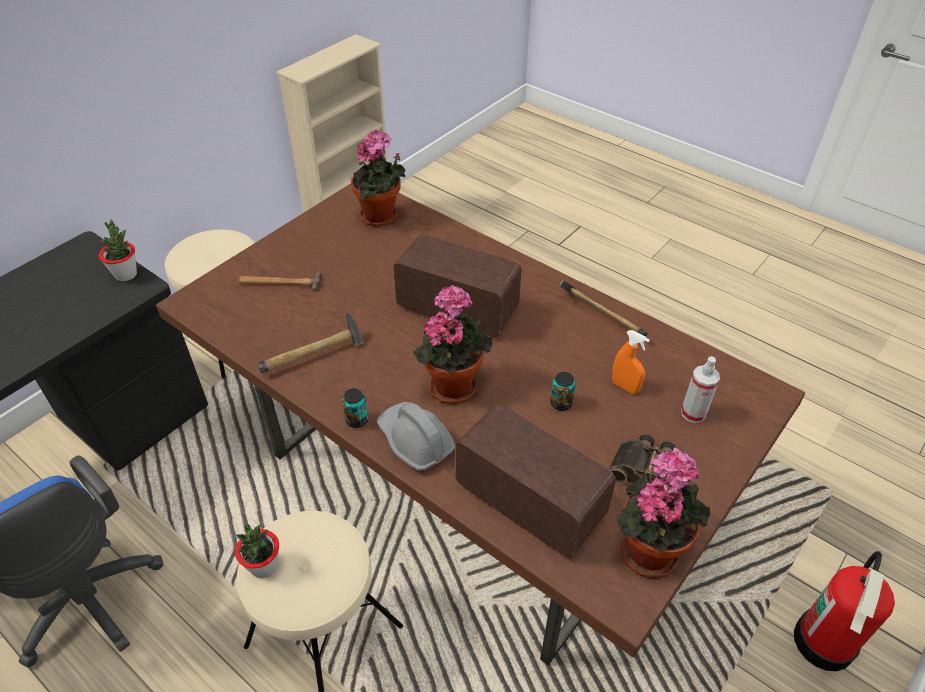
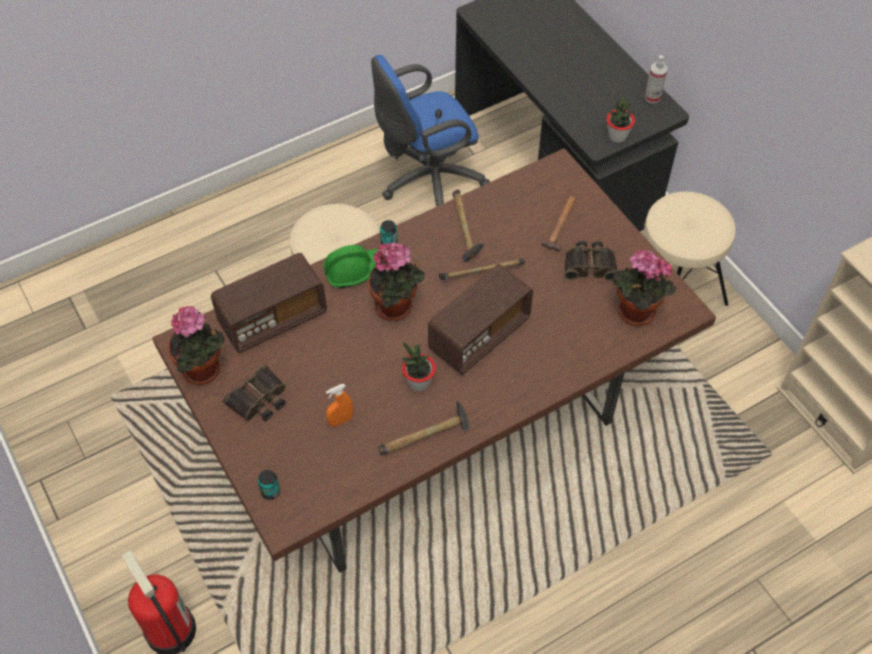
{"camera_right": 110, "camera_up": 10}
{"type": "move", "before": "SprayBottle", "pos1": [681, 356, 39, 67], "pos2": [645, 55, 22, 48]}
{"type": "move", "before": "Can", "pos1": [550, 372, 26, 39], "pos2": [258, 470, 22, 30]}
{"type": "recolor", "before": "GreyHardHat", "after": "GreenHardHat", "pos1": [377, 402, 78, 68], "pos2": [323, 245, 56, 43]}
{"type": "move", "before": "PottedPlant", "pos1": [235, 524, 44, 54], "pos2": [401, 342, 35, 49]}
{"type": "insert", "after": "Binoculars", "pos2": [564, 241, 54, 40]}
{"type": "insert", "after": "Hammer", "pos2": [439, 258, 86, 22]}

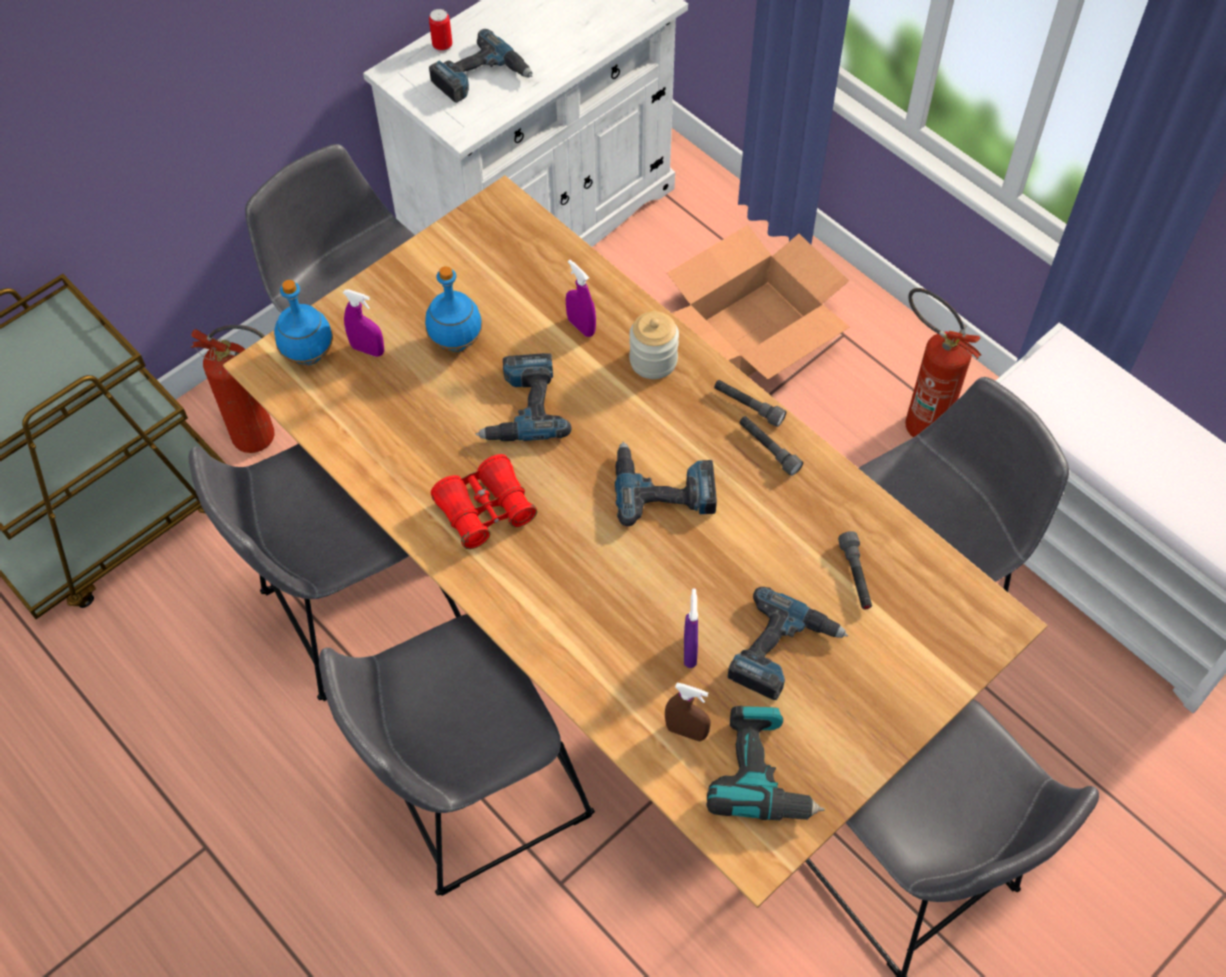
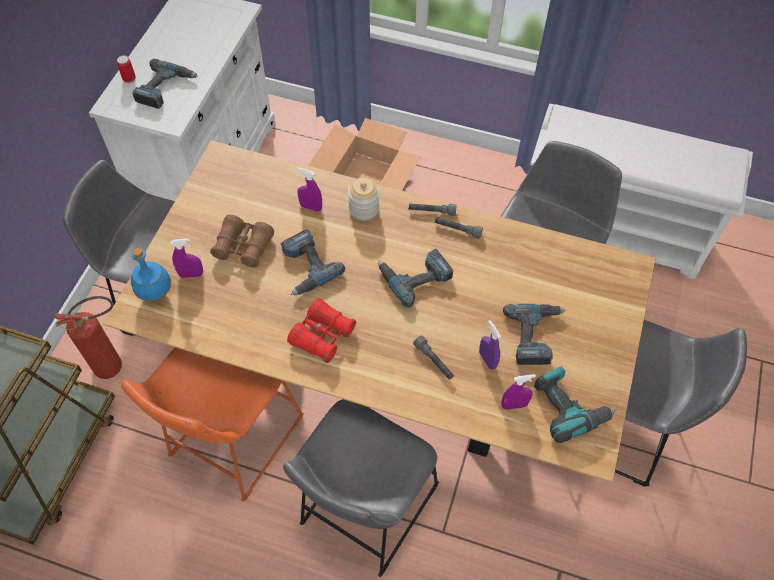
{"camera_right": -30, "camera_up": 0}
{"type": "replace", "before": "BlueBottle", "after": "BrownBinoculars", "pos1": [425, 266, 57, 86], "pos2": [210, 215, 64, 53]}
{"type": "delete", "before": "FireExtinguisher", "pos1": [905, 288, 77, 150]}
{"type": "recolor", "before": "GreyStool", "after": "OrangeStool", "pos1": [189, 444, 272, 257], "pos2": [121, 347, 183, 155]}
{"type": "move", "before": "GreyFlashlight", "pos1": [838, 531, 34, 78], "pos2": [413, 336, 41, 44]}
{"type": "recolor", "before": "BrownSprayBottle", "after": "PurpleSprayBottle", "pos1": [665, 683, 46, 58], "pos2": [502, 374, 34, 36]}

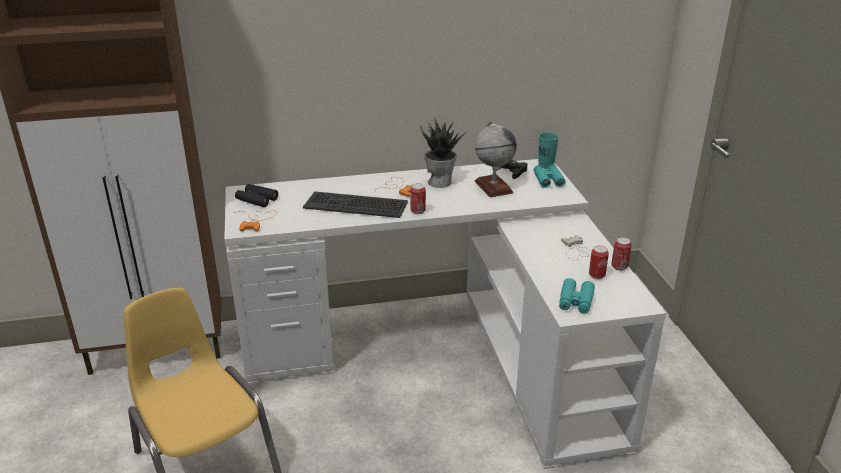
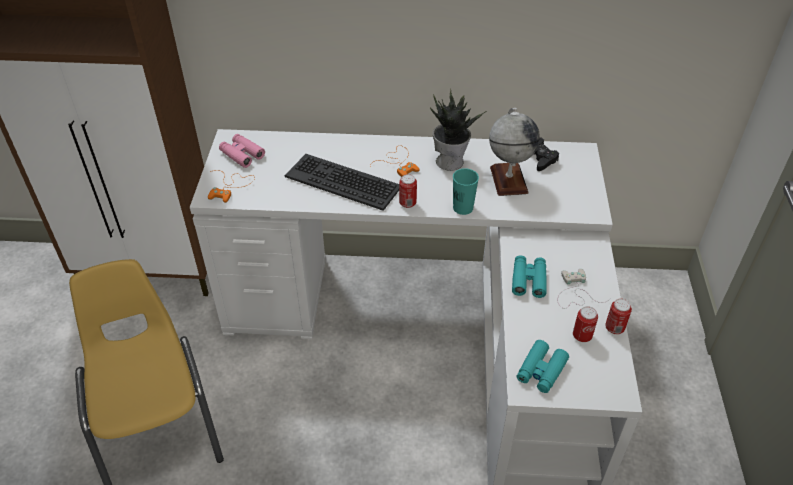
{"camera_right": 15, "camera_up": 15}
{"type": "move", "before": "TurquoiseCup", "pos1": [538, 132, 21, 37], "pos2": [453, 168, 26, 47]}
{"type": "move", "before": "TurquoiseBinoculars", "pos1": [534, 165, 32, 23], "pos2": [512, 255, 35, 43]}
{"type": "recolor", "before": "BlackBinoculars", "after": "PinkBinoculars", "pos1": [235, 184, 43, 23], "pos2": [219, 134, 46, 34]}

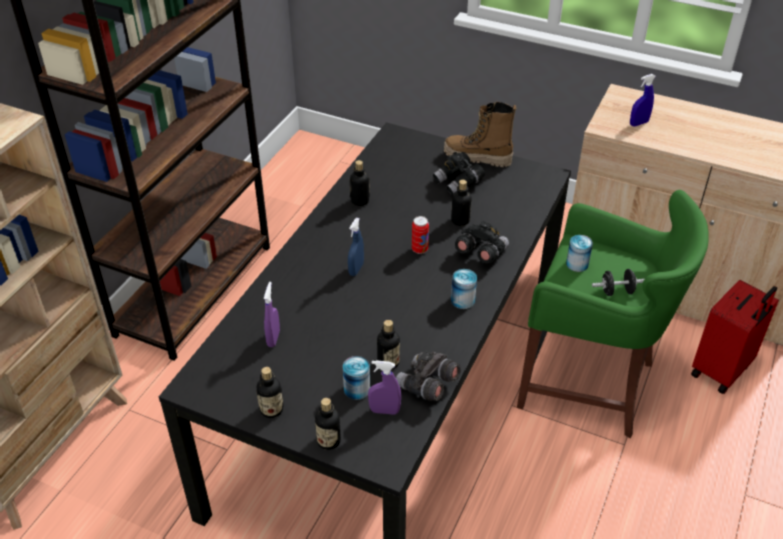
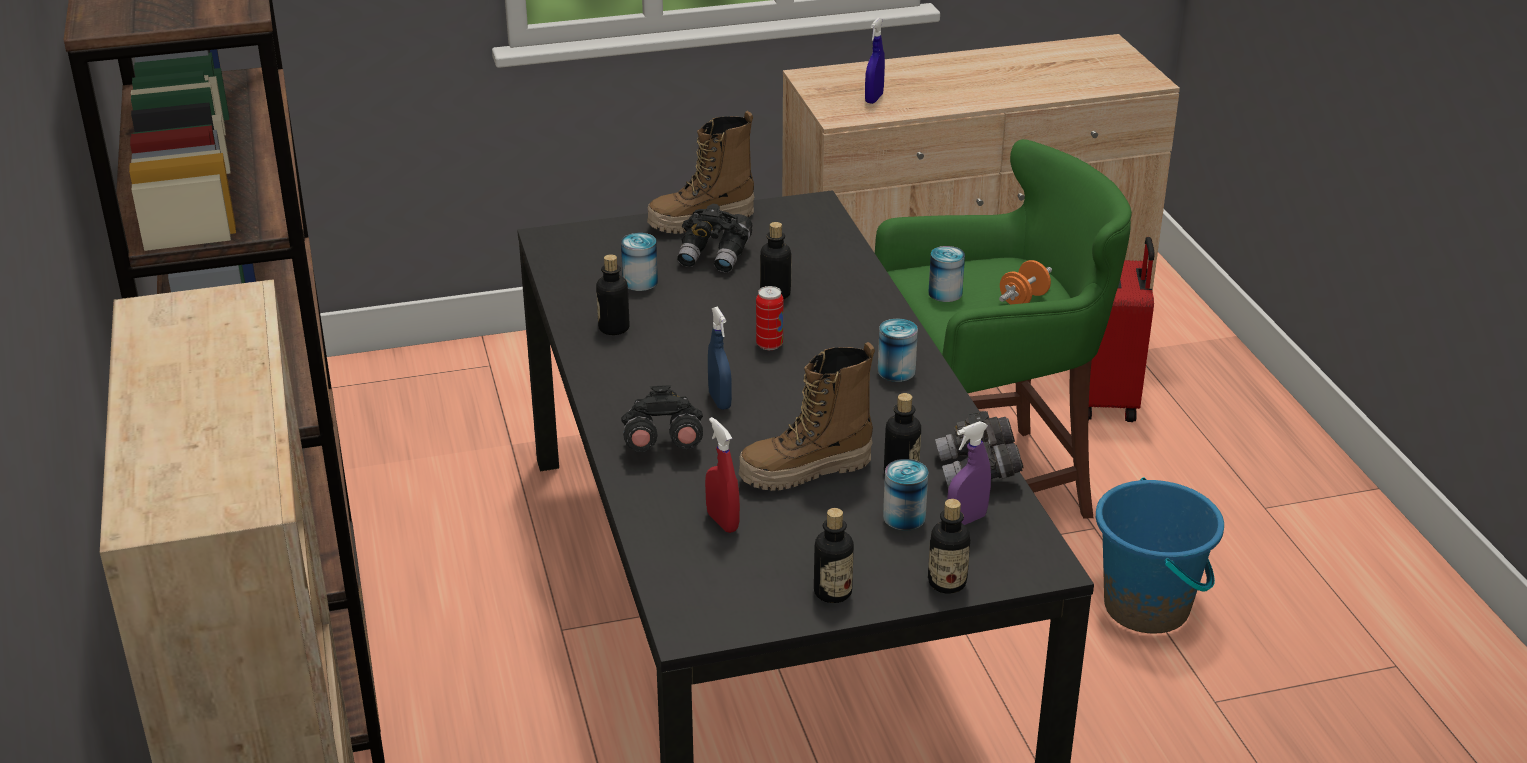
{"camera_right": -40, "camera_up": -10}
{"type": "move", "before": "BlackBinoculars", "pos1": [455, 221, 54, 42], "pos2": [621, 385, 82, 67]}
{"type": "recolor", "before": "BlackDumbbell", "after": "OrangeDumbbell", "pos1": [592, 269, 53, 27], "pos2": [999, 260, 53, 45]}
{"type": "recolor", "before": "PurpleSprayBottle", "after": "RedSprayBottle", "pos1": [264, 282, 16, 65], "pos2": [705, 417, 35, 116]}
{"type": "insert", "after": "Can", "pos2": [621, 233, 37, 58]}
{"type": "insert", "after": "Boot", "pos2": [738, 342, 137, 149]}
{"type": "insert", "after": "BlueBucket", "pos2": [1096, 477, 128, 157]}

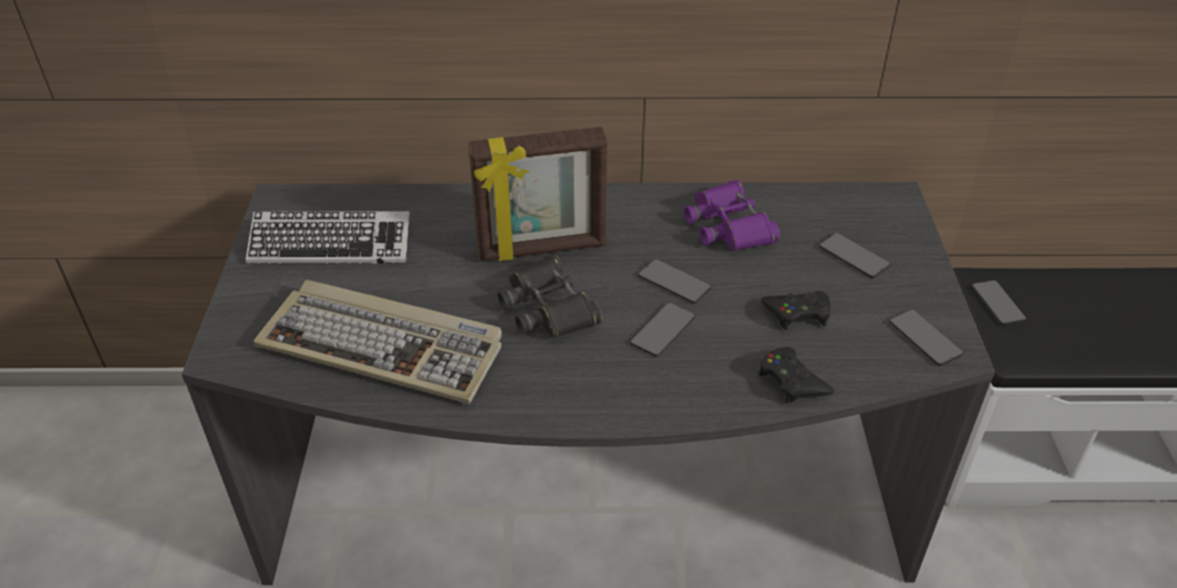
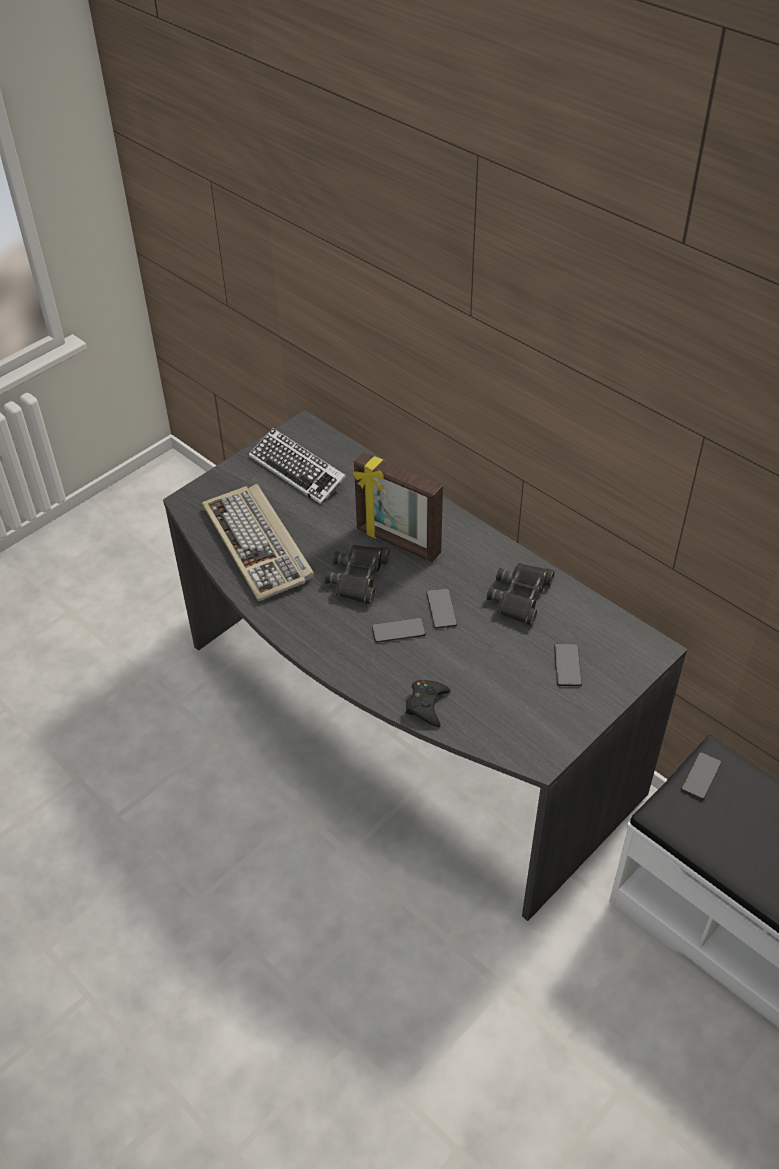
{"camera_right": 45, "camera_up": 5}
{"type": "recolor", "before": "PurpleBinoculars", "after": "BlackBinoculars", "pos1": [684, 180, 96, 71], "pos2": [487, 563, 68, 63]}
{"type": "delete", "before": "BlackGameController", "pos1": [761, 291, 69, 39]}
{"type": "delete", "before": "Phone", "pos1": [889, 309, 75, 57]}

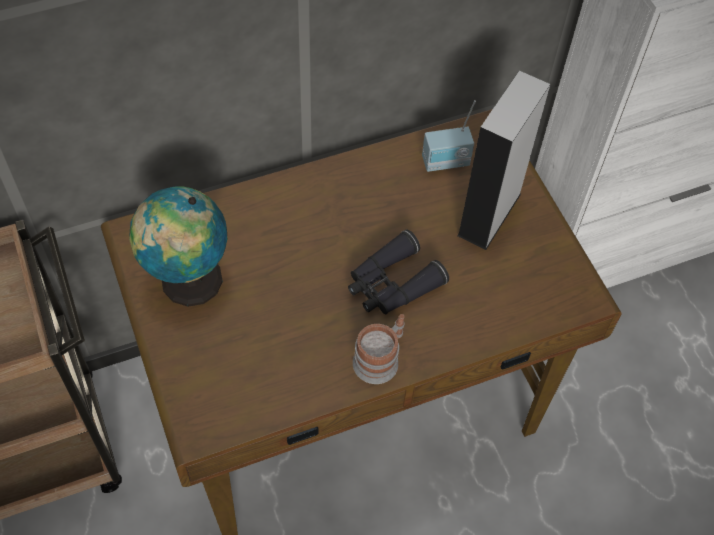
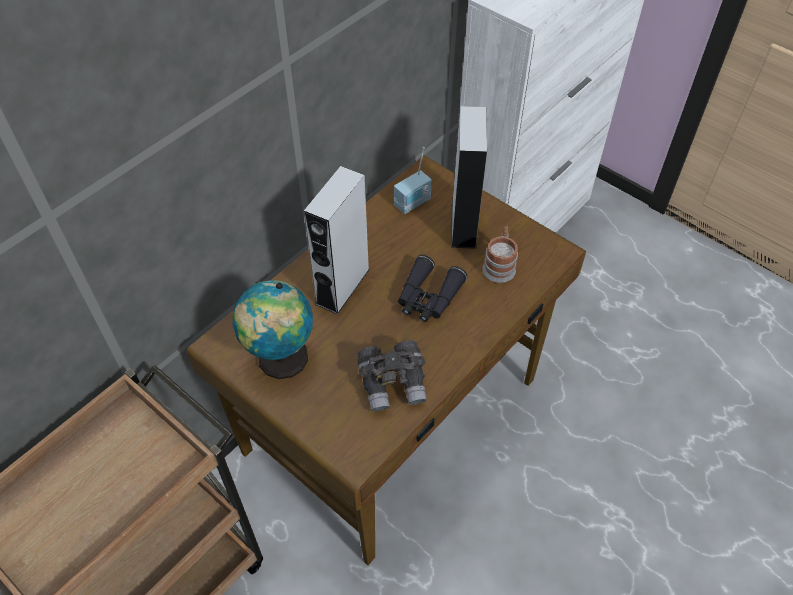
{"camera_right": -25, "camera_up": -5}
{"type": "move", "before": "Mug", "pos1": [353, 314, 52, 70], "pos2": [482, 226, 36, 57]}
{"type": "insert", "after": "GreySpeaker", "pos2": [304, 166, 66, 149]}
{"type": "insert", "after": "GreyBinoculars", "pos2": [358, 340, 69, 72]}

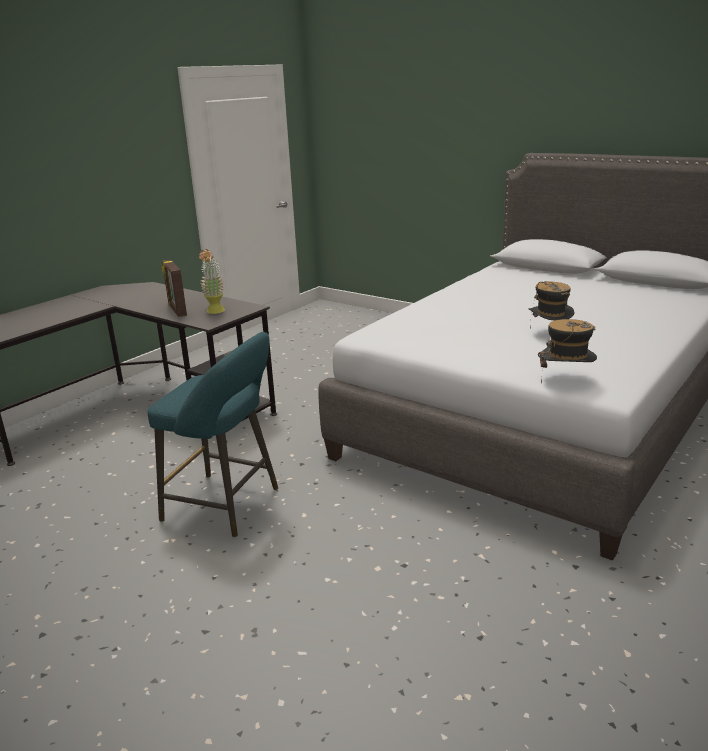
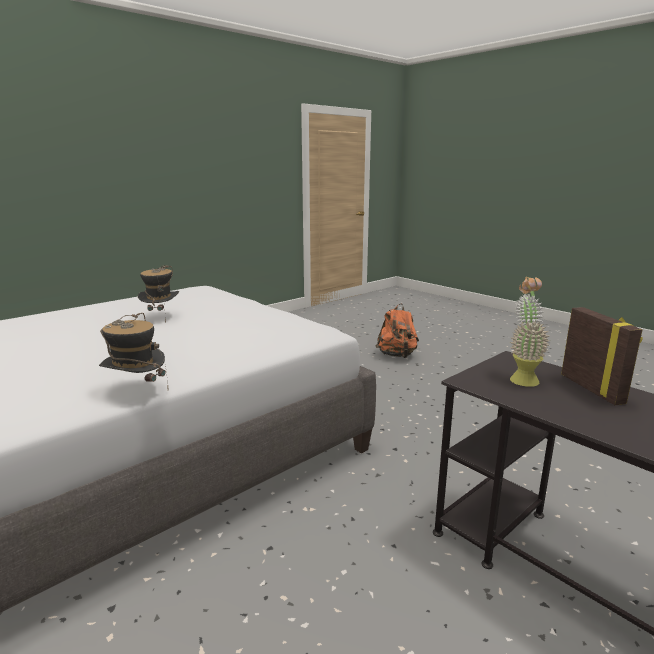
{"camera_right": -170, "camera_up": -5}
{"type": "move", "before": "Hat", "pos1": [538, 319, 59, 65], "pos2": [99, 313, 69, 76]}
{"type": "delete", "before": "TurquoiseStool", "pos1": [148, 332, 130, 206]}
{"type": "insert", "after": "OrangeBackpack", "pos2": [375, 303, 44, 55]}

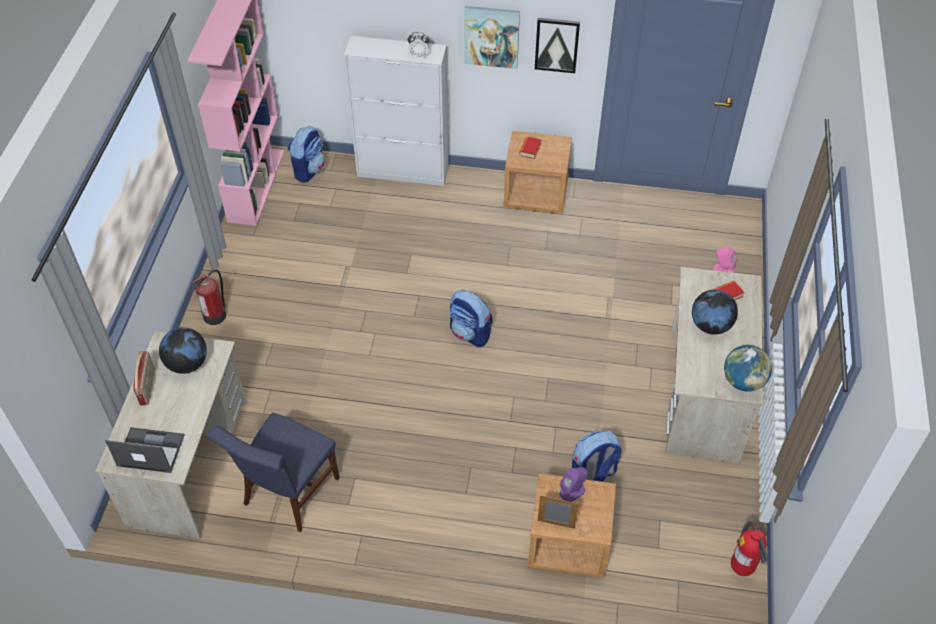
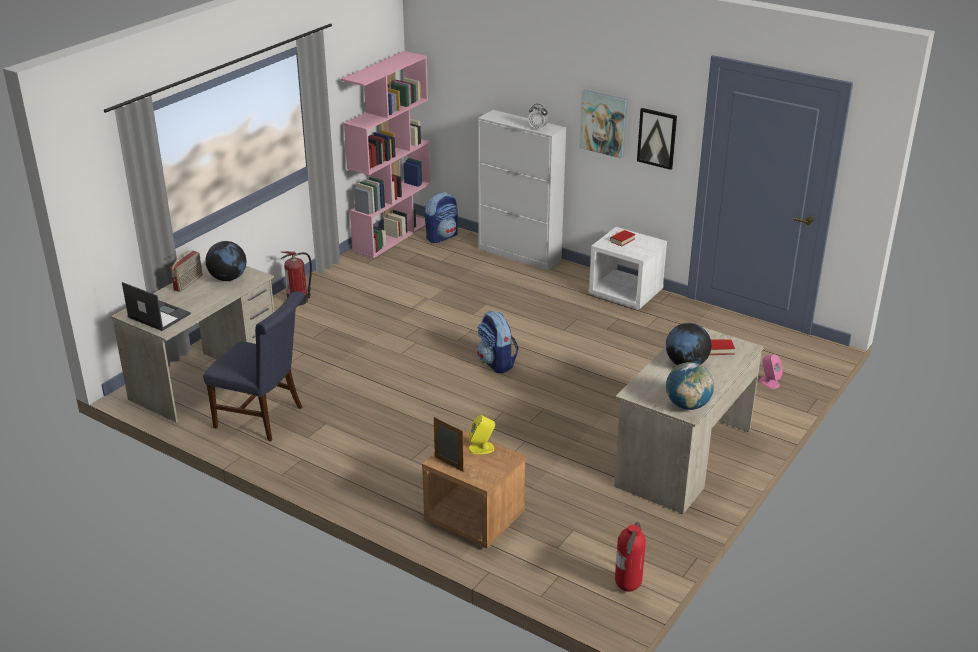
{"camera_right": 25, "camera_up": -20}
{"type": "recolor", "before": "BrownNightstand", "after": "WhiteNightstand", "pos1": [504, 131, 68, 83], "pos2": [589, 227, 78, 83]}
{"type": "rotate", "before": "BlueChair", "pos1": [207, 413, 133, 119], "pos2": [203, 291, 101, 150], "turn": -120}
{"type": "delete", "before": "Backpack", "pos1": [572, 431, 49, 51]}
{"type": "recolor", "before": "PurpleSpeaker", "after": "YellowSpeaker", "pos1": [560, 467, 28, 35], "pos2": [468, 415, 27, 39]}

